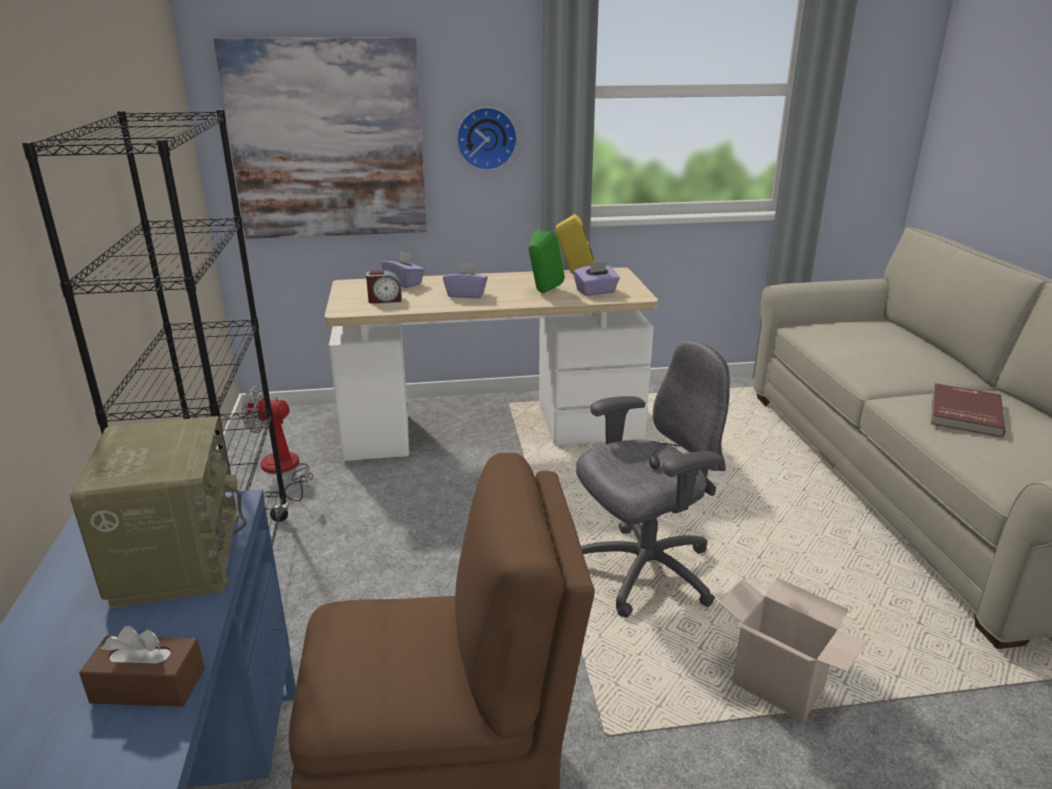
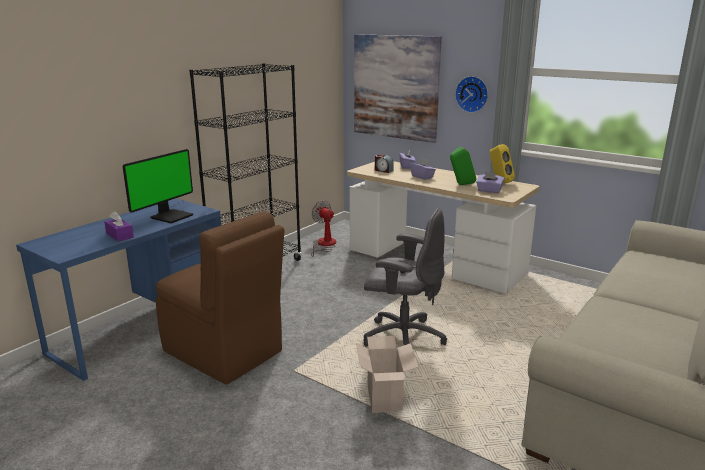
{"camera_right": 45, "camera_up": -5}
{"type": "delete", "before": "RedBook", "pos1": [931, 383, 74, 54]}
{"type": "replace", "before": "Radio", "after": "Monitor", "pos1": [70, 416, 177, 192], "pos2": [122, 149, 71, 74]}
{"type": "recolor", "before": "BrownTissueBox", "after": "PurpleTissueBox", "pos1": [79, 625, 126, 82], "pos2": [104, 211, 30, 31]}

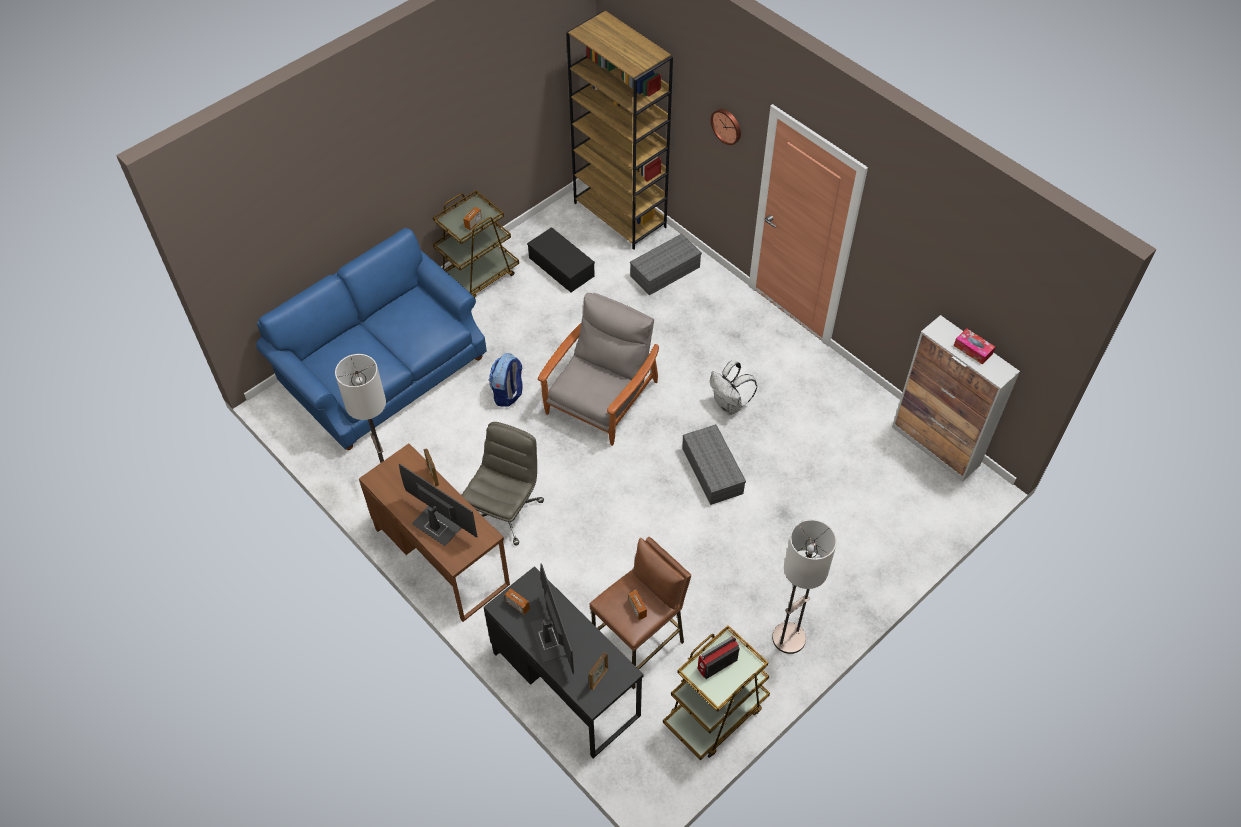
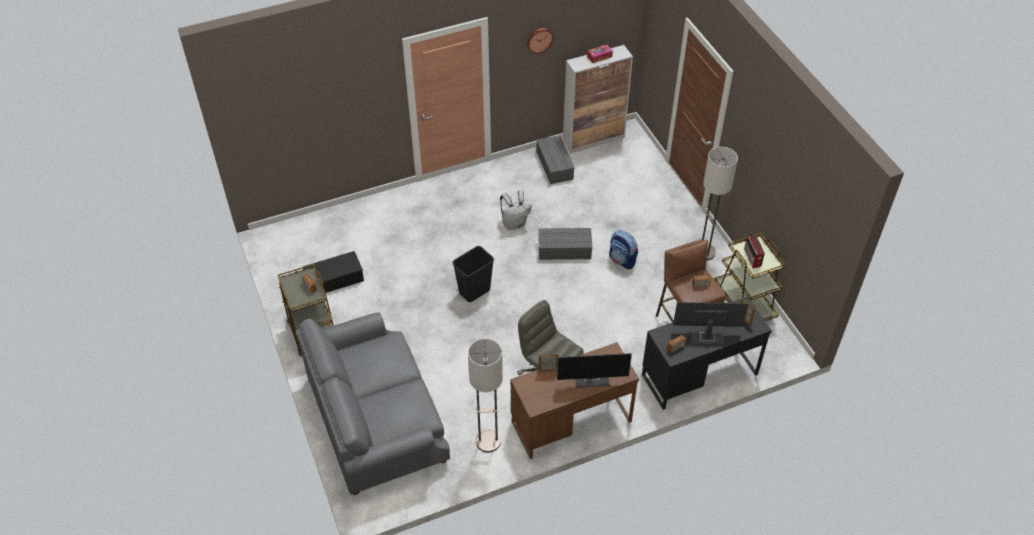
{"camera_right": -70, "camera_up": -5}
{"type": "delete", "before": "BrownBookcase", "pos1": [566, 11, 107, 239]}
{"type": "move", "before": "WallClock", "pos1": [711, 109, 30, 36], "pos2": [527, 28, 26, 25]}
{"type": "recolor", "before": "BlueSofa", "after": "GreySofa", "pos1": [256, 228, 231, 222], "pos2": [296, 312, 154, 183]}
{"type": "move", "before": "GreyStorageBox", "pos1": [630, 234, 72, 61], "pos2": [536, 135, 39, 49]}
{"type": "replace", "before": "GreyArmchair", "after": "BlackTrashCan", "pos1": [538, 293, 121, 153], "pos2": [453, 246, 41, 56]}
{"type": "move", "before": "Backpack", "pos1": [489, 353, 34, 54], "pos2": [609, 230, 29, 39]}
{"type": "rotate", "before": "Monitor", "pos1": [399, 464, 79, 82], "pos2": [557, 353, 75, 35], "turn": -150}

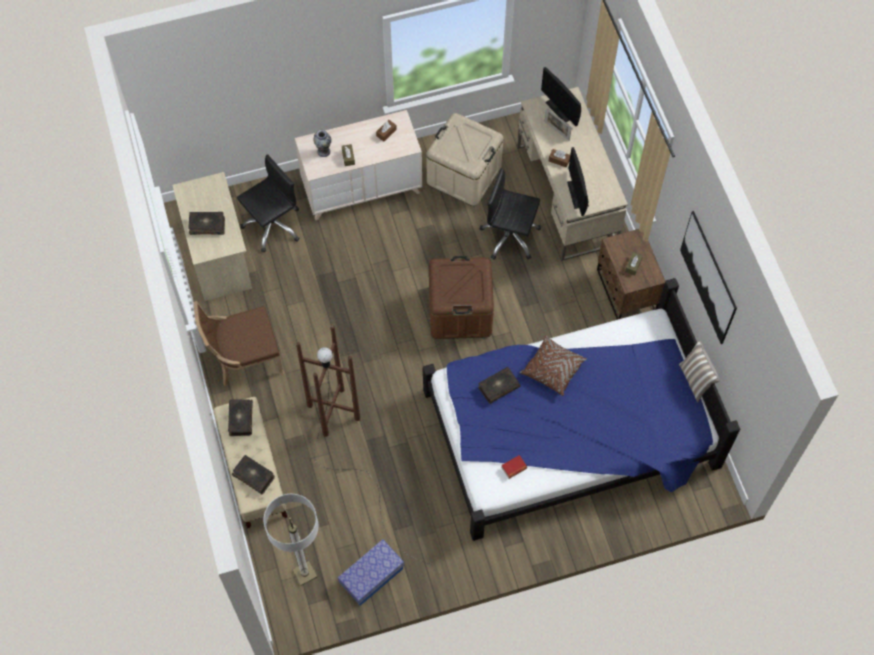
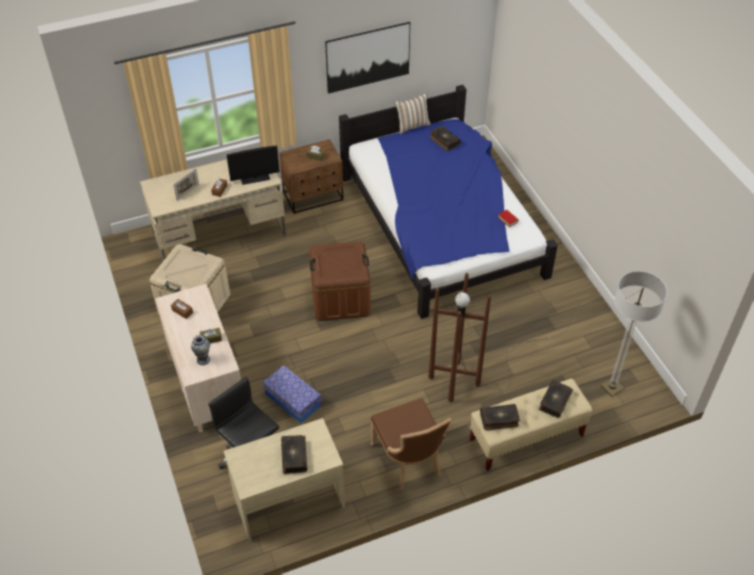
{"camera_right": -95, "camera_up": -15}
{"type": "delete", "before": "Monitor", "pos1": [541, 67, 40, 59]}
{"type": "delete", "before": "BlackOfficeChair", "pos1": [479, 168, 62, 92]}
{"type": "delete", "before": "BrownPillow", "pos1": [520, 335, 67, 61]}
{"type": "move", "before": "Book", "pos1": [478, 367, 42, 37], "pos2": [430, 126, 31, 25]}
{"type": "move", "before": "StorageBox", "pos1": [338, 539, 66, 67], "pos2": [262, 365, 60, 58]}

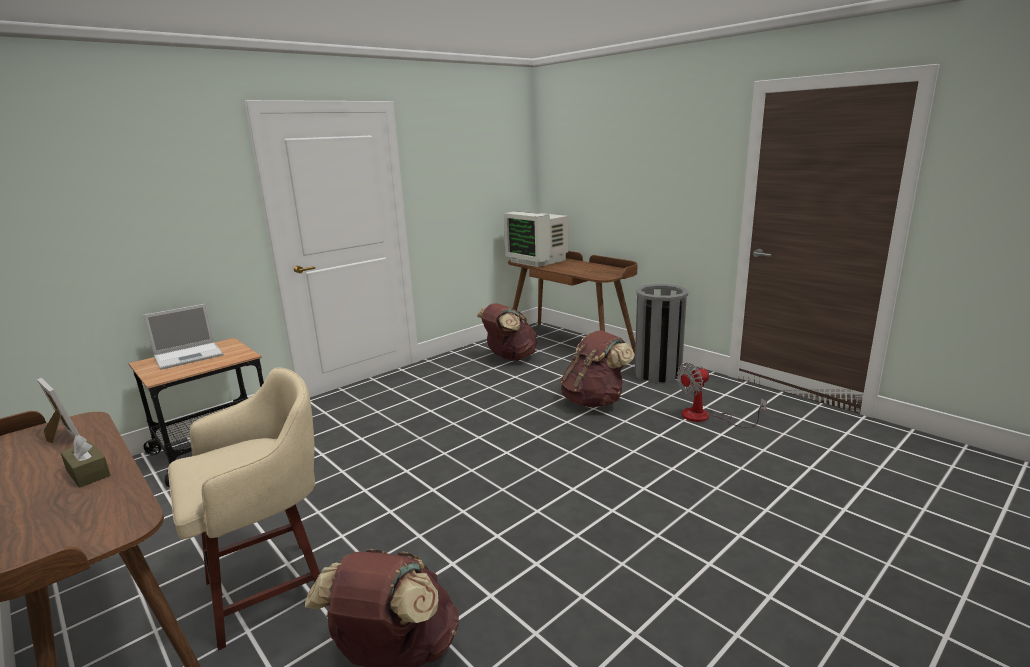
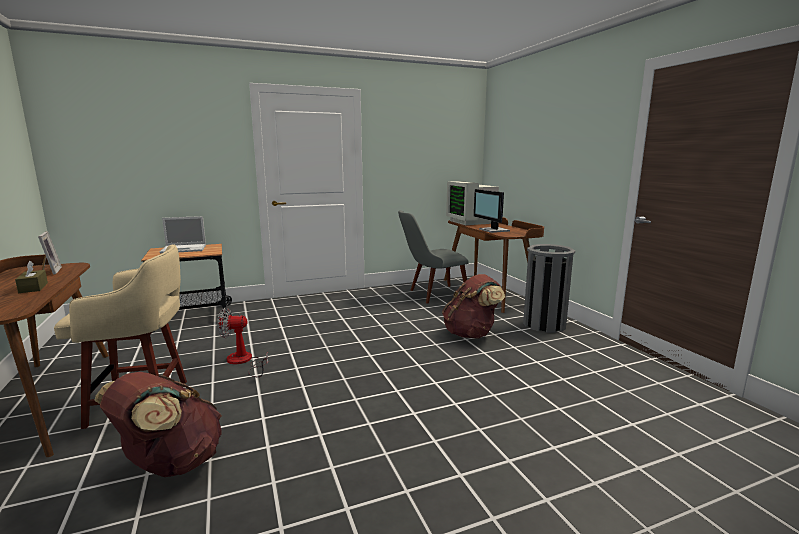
{"camera_right": 20, "camera_up": -5}
{"type": "replace", "before": "BrownBackpack", "after": "GreyChair", "pos1": [477, 303, 60, 58], "pos2": [398, 210, 71, 94]}
{"type": "move", "before": "Fan", "pos1": [677, 363, 90, 65], "pos2": [217, 308, 51, 69]}
{"type": "insert", "after": "Monitor", "pos2": [474, 189, 36, 44]}

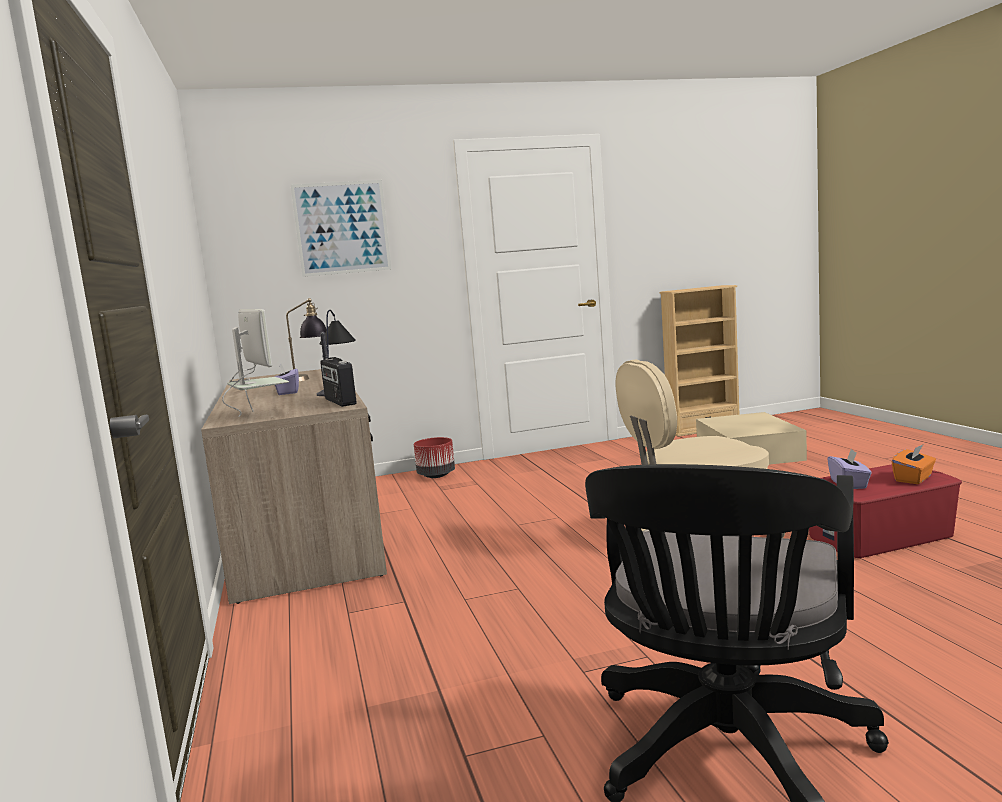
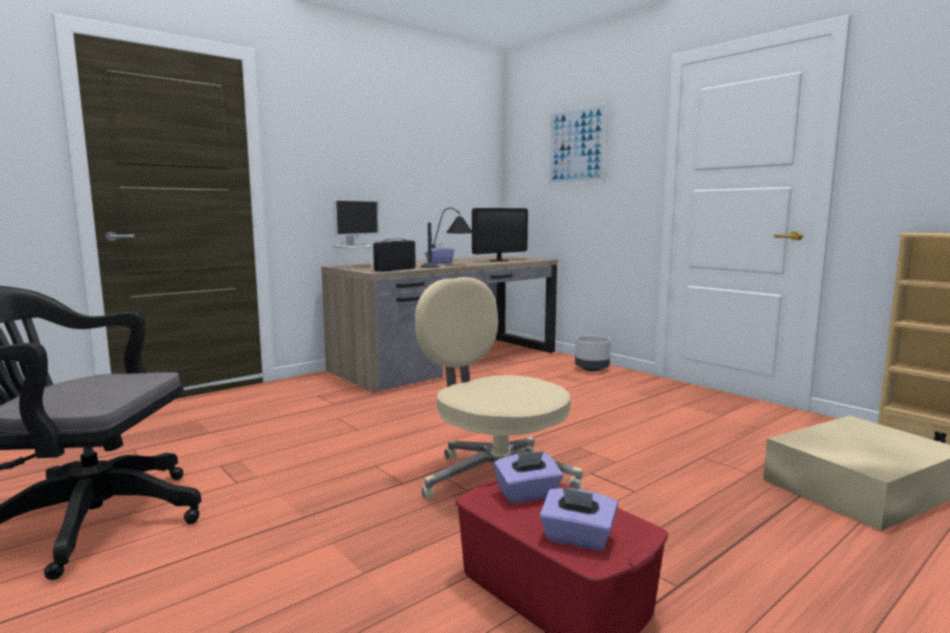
{"camera_right": 65, "camera_up": 0}
{"type": "replace", "before": "TableLamp", "after": "Monitor", "pos1": [286, 298, 41, 83], "pos2": [472, 208, 56, 54]}
{"type": "recolor", "before": "RedPlanter", "after": "GreyPlanter", "pos1": [414, 437, 41, 41], "pos2": [575, 335, 36, 36]}
{"type": "recolor", "before": "OrangeTissueBox", "after": "PurpleTissueBox", "pos1": [892, 444, 44, 40], "pos2": [540, 487, 78, 64]}

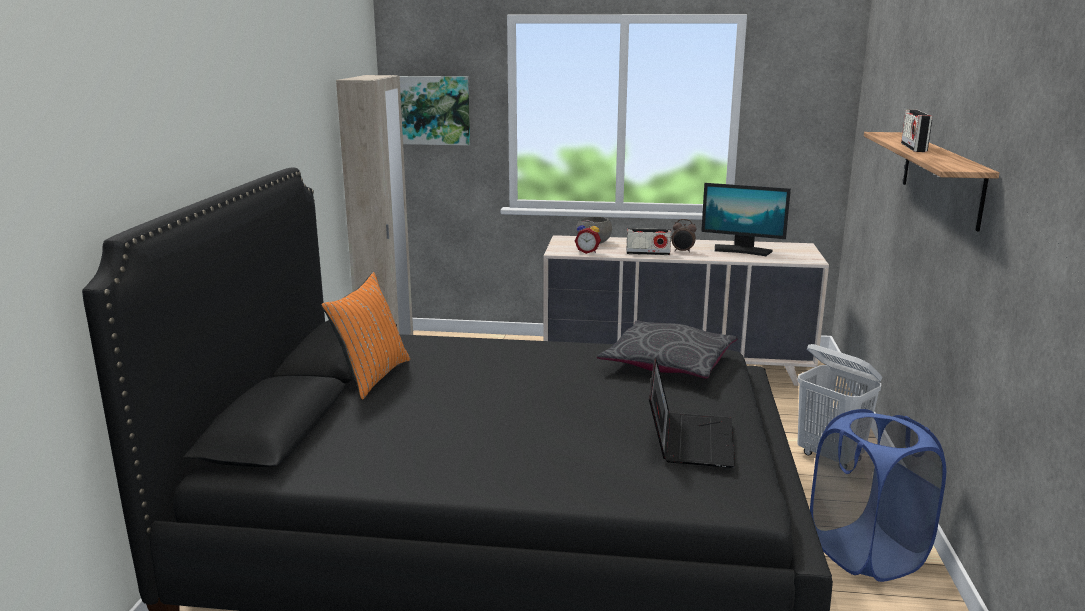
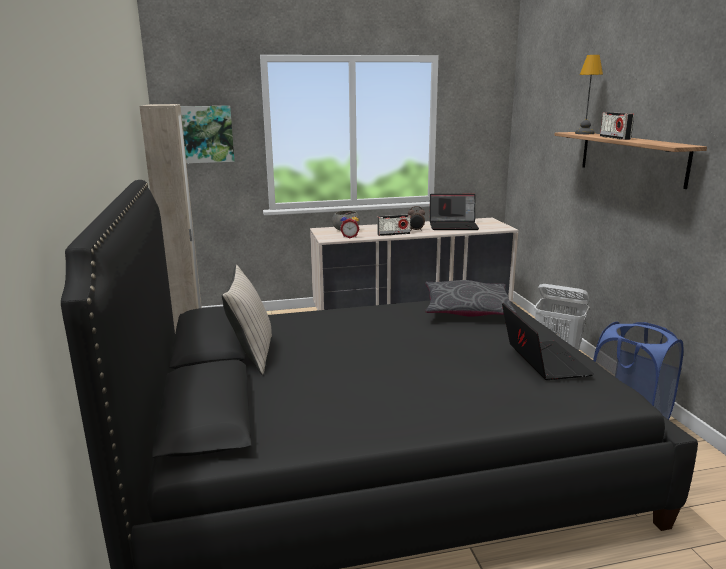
{"camera_right": -20, "camera_up": 0}
{"type": "replace", "before": "Monitor", "after": "Laptop", "pos1": [701, 183, 90, 73], "pos2": [430, 194, 49, 36]}
{"type": "recolor", "before": "OrangePillow", "after": "BeigePillow", "pos1": [321, 272, 89, 128], "pos2": [222, 265, 50, 110]}
{"type": "insert", "after": "TableLamp", "pos2": [575, 55, 28, 79]}

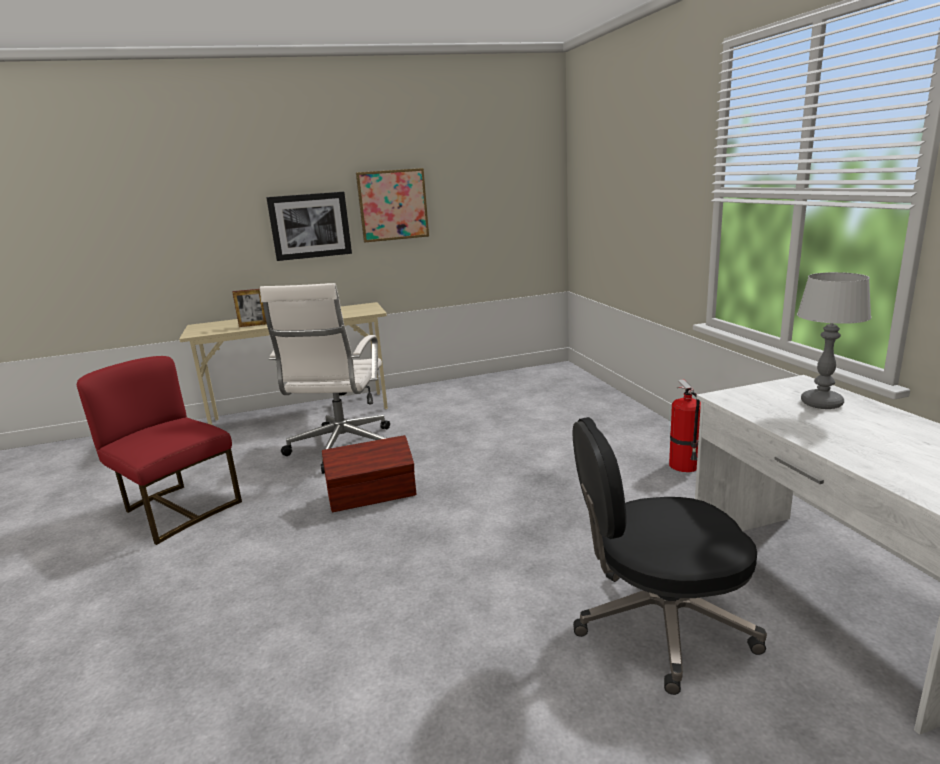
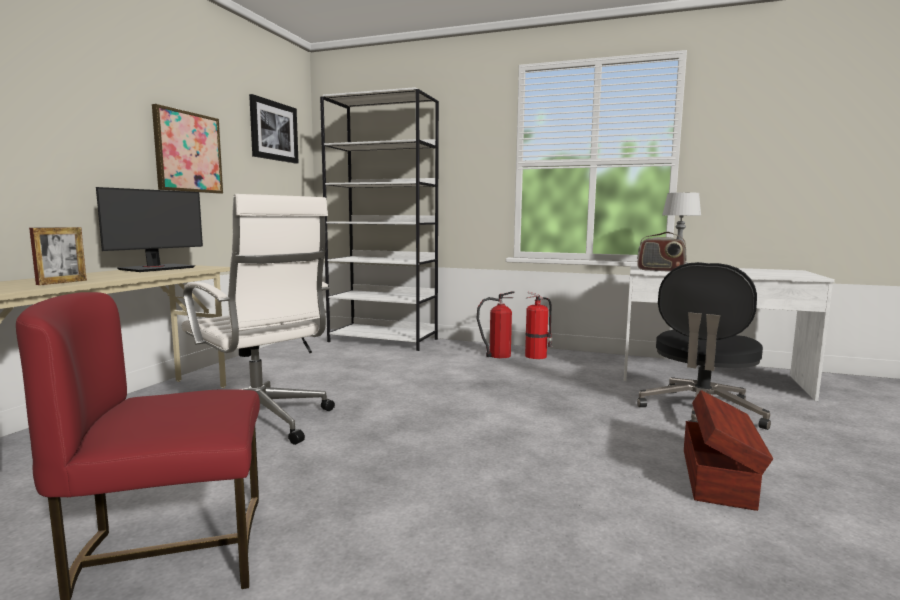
{"camera_right": -55, "camera_up": -10}
{"type": "move", "before": "Picture", "pos1": [266, 192, 86, 69], "pos2": [249, 94, 50, 70]}
{"type": "move", "before": "BrownStorageBox", "pos1": [322, 435, 94, 77], "pos2": [684, 390, 89, 121]}
{"type": "insert", "after": "WhiteBookcase", "pos2": [320, 87, 119, 264]}
{"type": "insert", "after": "Monitor", "pos2": [96, 187, 107, 85]}
{"type": "insert", "after": "Radio", "pos2": [637, 232, 50, 40]}
{"type": "insert", "after": "FireExtinguisher", "pos2": [476, 291, 39, 67]}

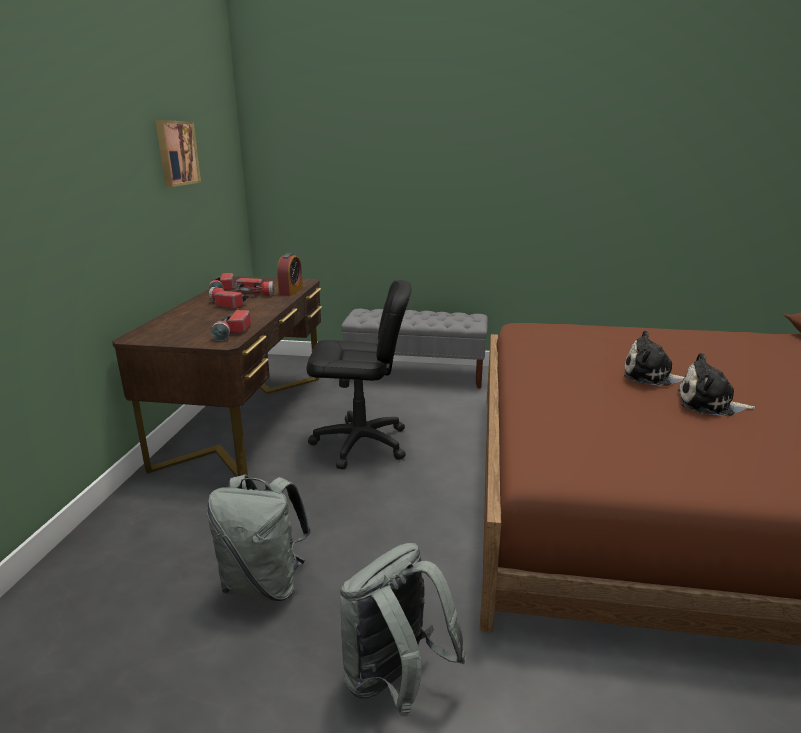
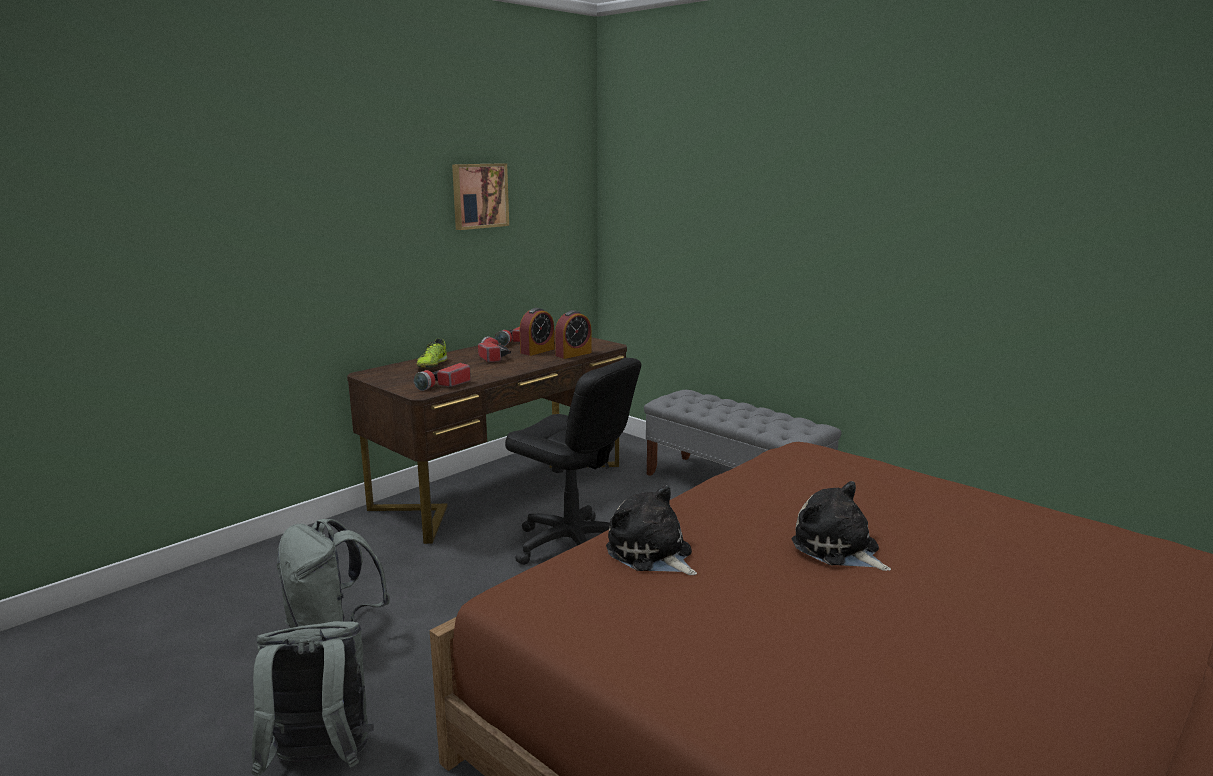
{"camera_right": 35, "camera_up": -5}
{"type": "replace", "before": "Flashlight", "after": "AlarmClock", "pos1": [234, 278, 41, 18], "pos2": [520, 308, 34, 48]}
{"type": "move", "before": "PlushToy", "pos1": [678, 353, 77, 63], "pos2": [606, 485, 91, 90]}
{"type": "insert", "after": "Shoe", "pos2": [417, 338, 30, 29]}

